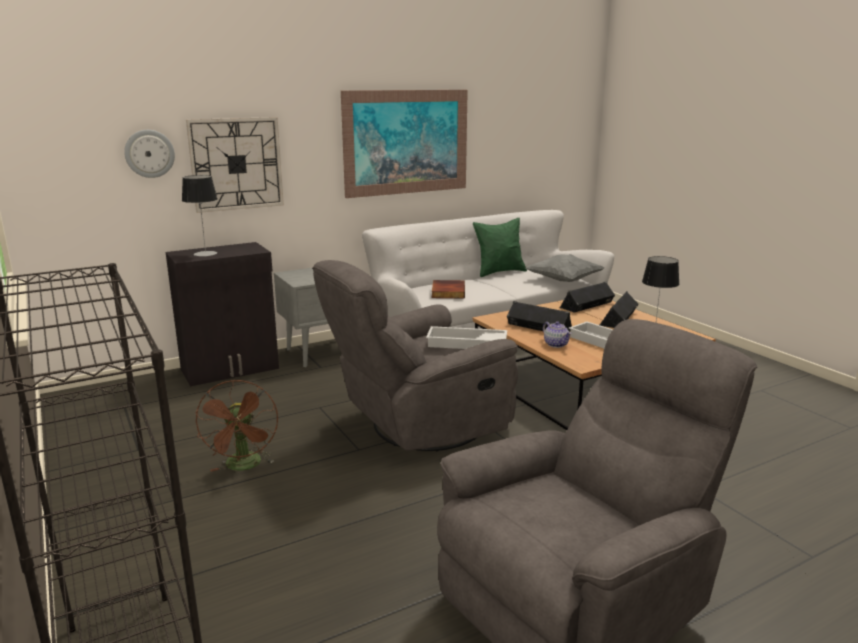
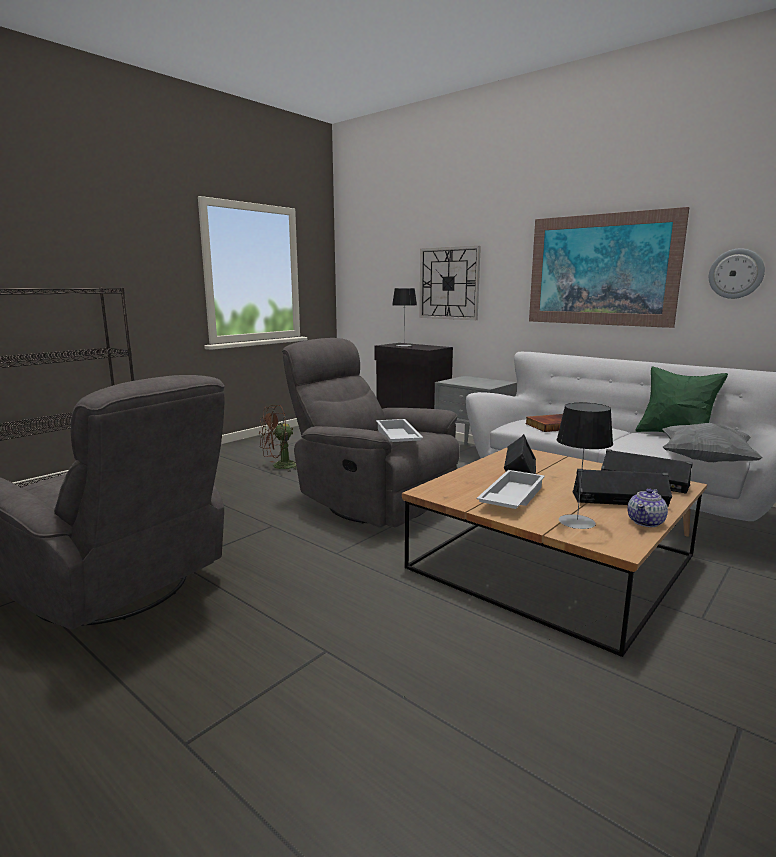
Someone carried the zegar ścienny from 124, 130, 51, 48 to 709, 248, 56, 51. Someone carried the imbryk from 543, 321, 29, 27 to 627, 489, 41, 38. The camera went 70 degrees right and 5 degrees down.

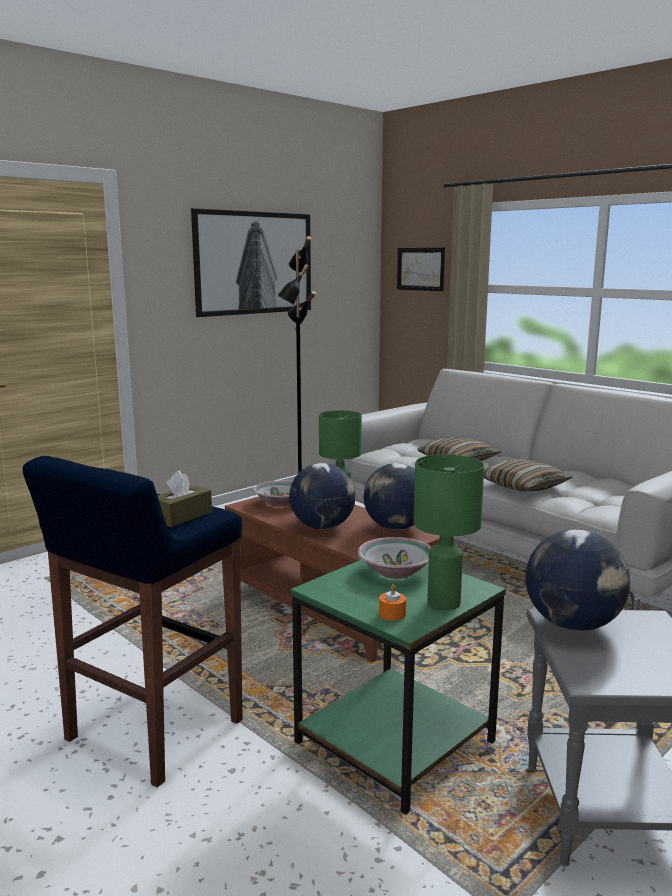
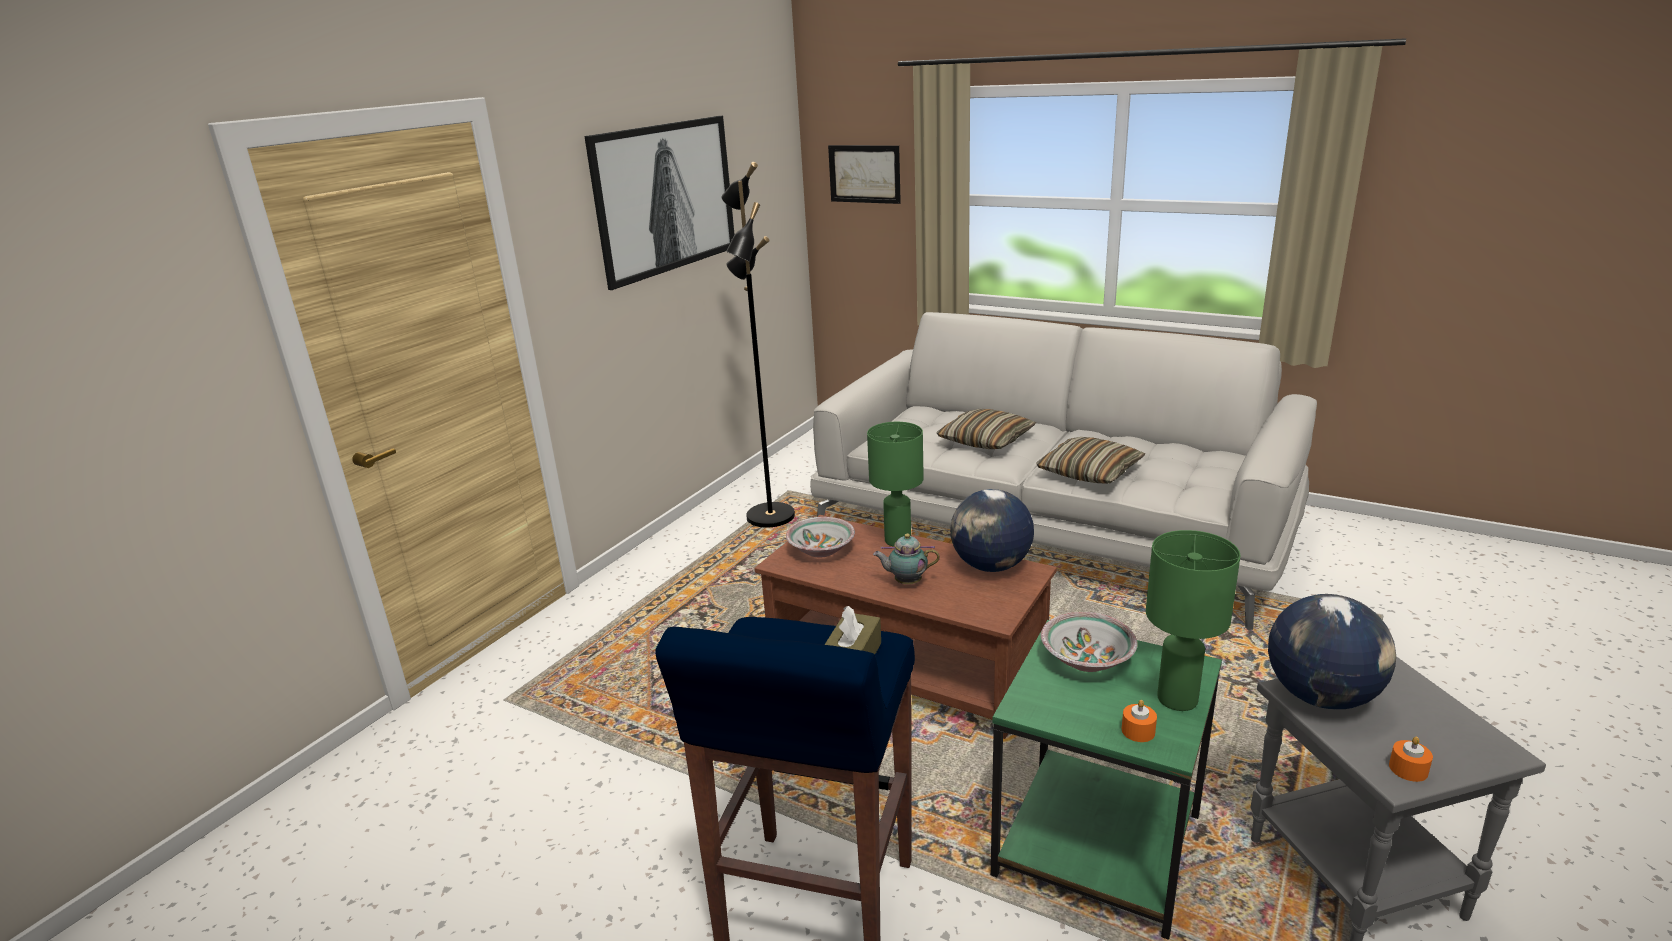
Someone swapped the globus at 289, 463, 67, 66 for the imbryk at 873, 534, 67, 50. Someone put down the świeca/pomarańczowy at 1389, 737, 44, 45. The camera went 15 degrees left and 10 degrees up.

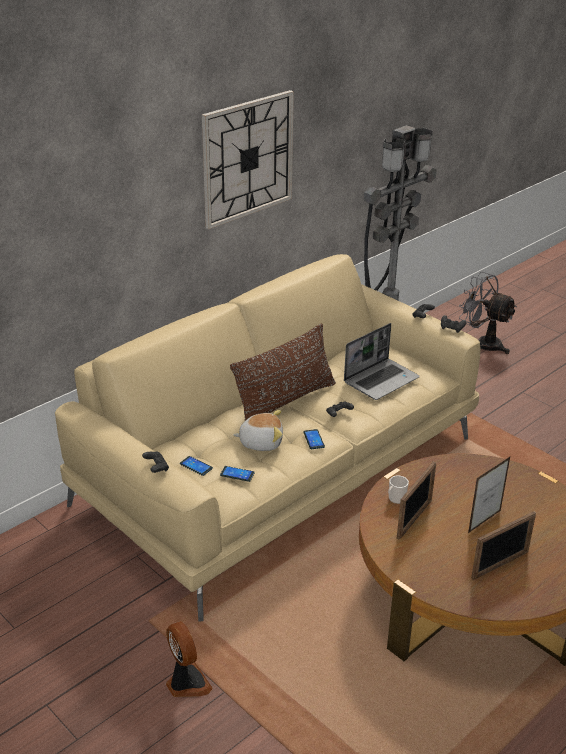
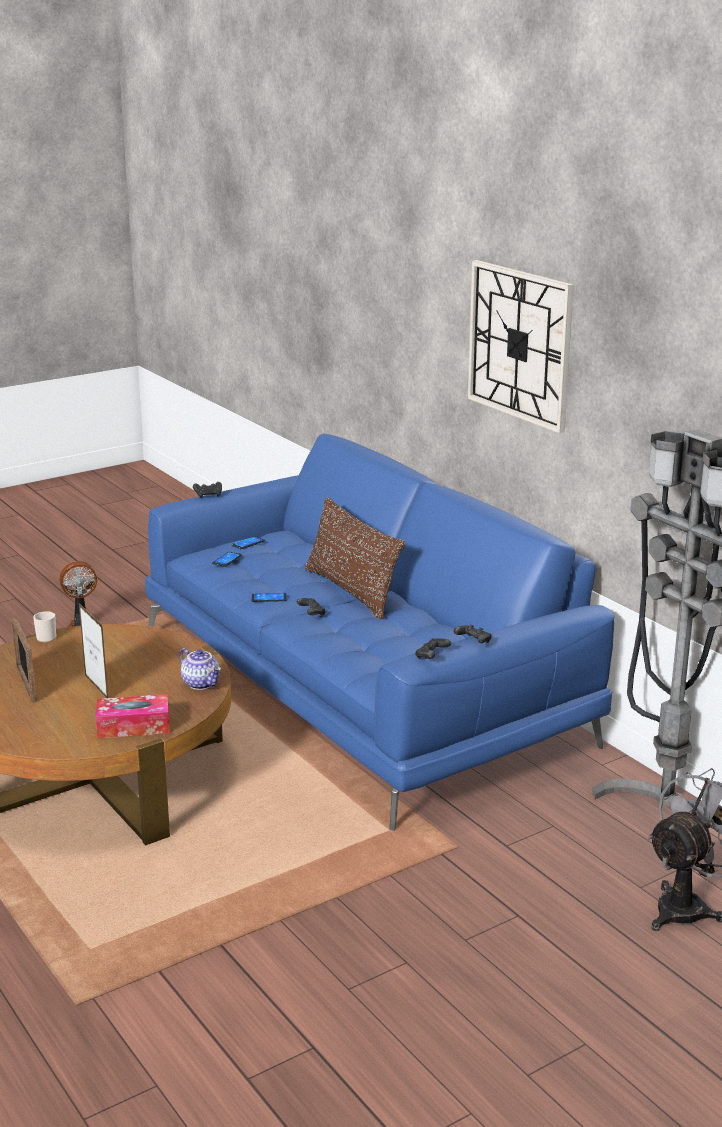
Someone repainted the kanapa/beżowy at 55, 254, 425, 368, which became the kanapa/niebieski at 145, 434, 469, 397. Someone took away the laptop at 344, 323, 76, 77. Someone took away the pluszak at 233, 410, 50, 41. Someone took away the ramka na zdjęcie at 397, 462, 39, 77. Someone carried the kubek from 388, 475, 21, 29 to 33, 611, 23, 31. Someone put down the imbryk at 179, 648, 42, 42. Someone put down the pudełko chusteczek at 96, 694, 74, 44. The camera went 100 degrees right and 10 degrees down.

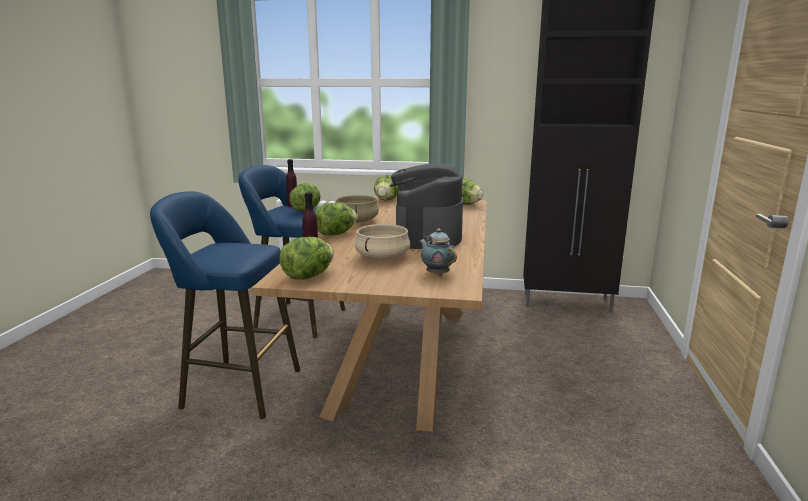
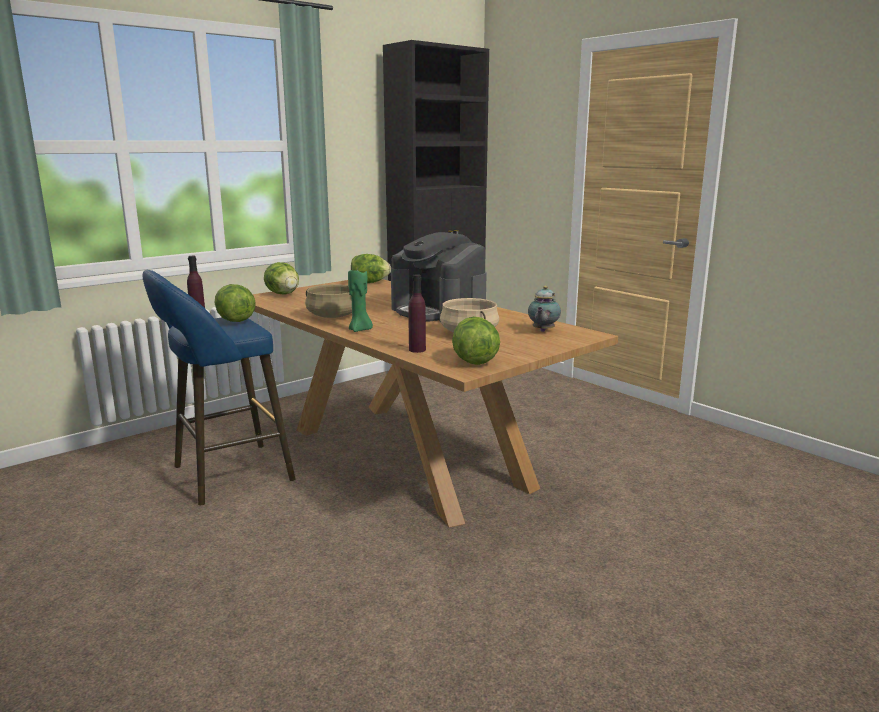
Someone took away the stołek/niebieski at 150, 191, 150, 228. Someone swapped the sałata at 315, 203, 43, 33 for the świeca/zielony at 348, 267, 25, 65. Someone rotated the imbryk at 419, 228, 38, 48 by 75 degrees counterclockwise. The camera went 50 degrees left and 0 degrees up.

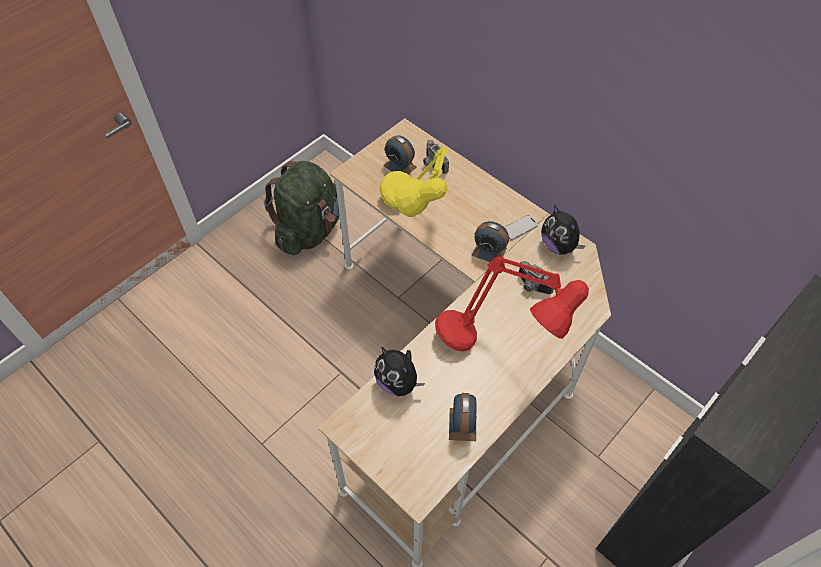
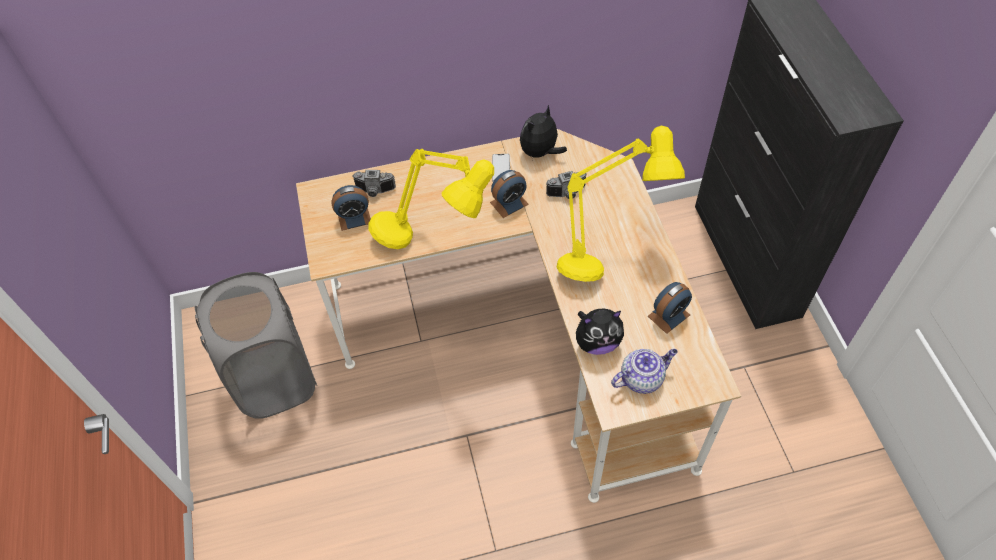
Someone swapped the plecak/zielony at 264, 161, 75, 94 for the kosz na pranie/szary at 195, 272, 122, 147. Someone rotated the pluszak at 541, 205, 44, 50 by 135 degrees clockwise. Someone repainted the lampa stołowa/czerwony at 435, 256, 154, 95, which became the lampa stołowa/żółty at 556, 125, 129, 157. Someone rotated the budzik at 449, 393, 27, 48 by 105 degrees clockwise. Someone put down the imbryk at 611, 349, 67, 45. The camera went 55 degrees left and 0 degrees up.

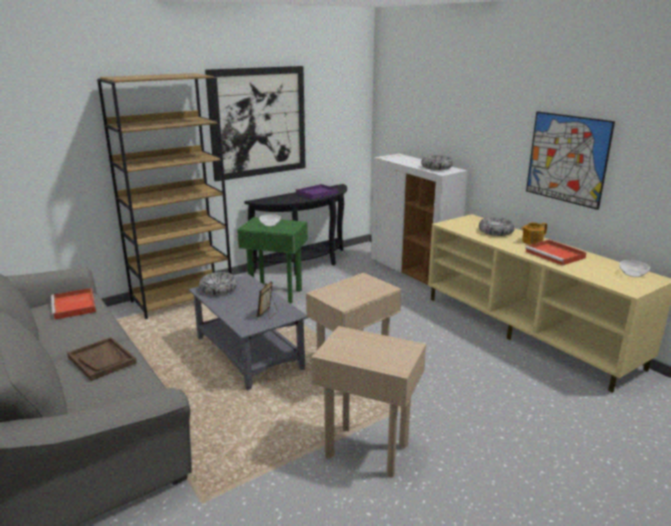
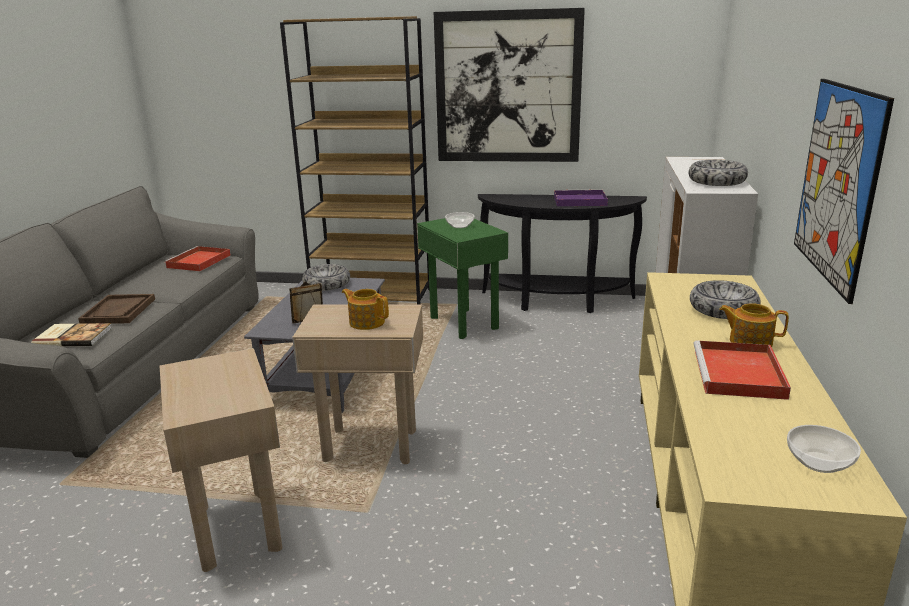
Someone put down the imbryk at 342, 289, 47, 41. Someone put down the książka at 31, 323, 81, 23. The camera went 45 degrees right and 0 degrees up.

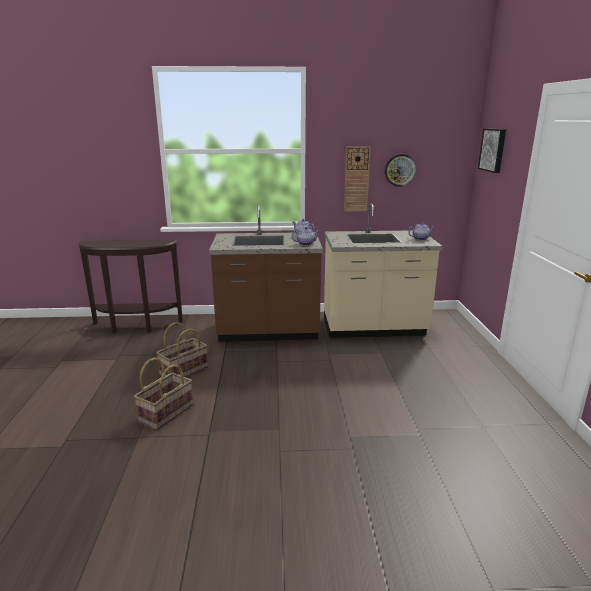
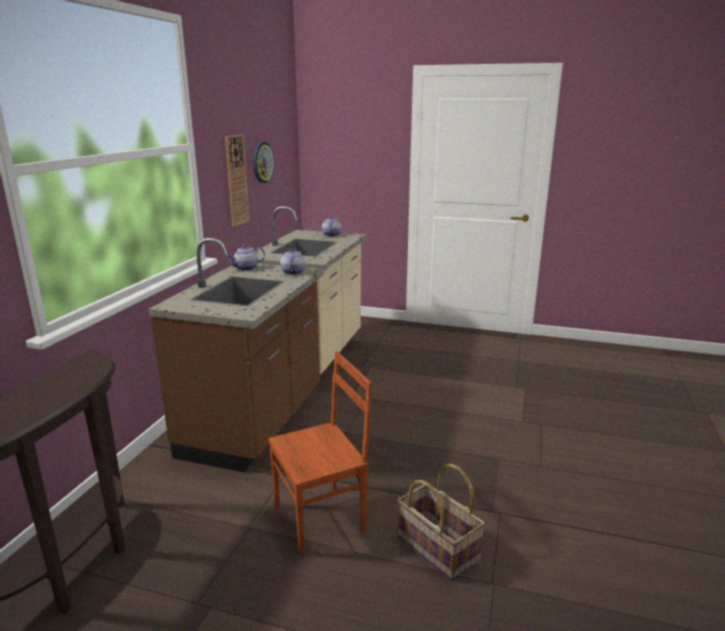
Someone took away the obraz at 478, 128, 28, 45. Someone swapped the koszyk at 156, 322, 52, 55 for the krzesło/brązowy at 268, 351, 104, 204. The camera went 70 degrees left and 0 degrees up.

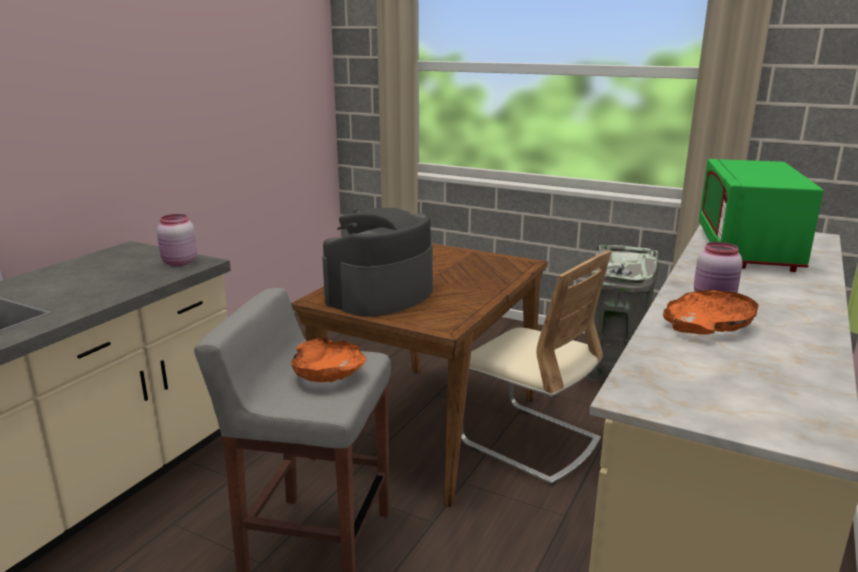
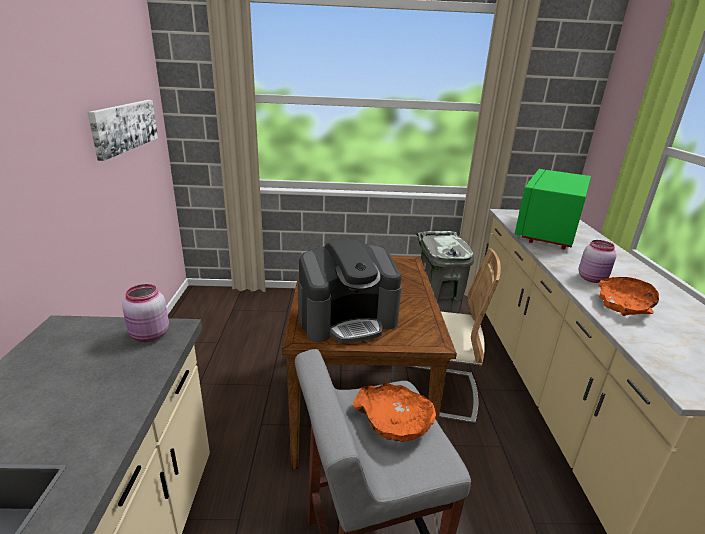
Someone rotated the mikrofalówka/zielony at 699, 159, 124, 113 by 45 degrees clockwise. Someone rotated the ekspres do kawy at 322, 208, 111, 109 by 120 degrees counterclockwise. Someone put up the obraz at 87, 100, 71, 61. The camera went 30 degrees left and 5 degrees up.

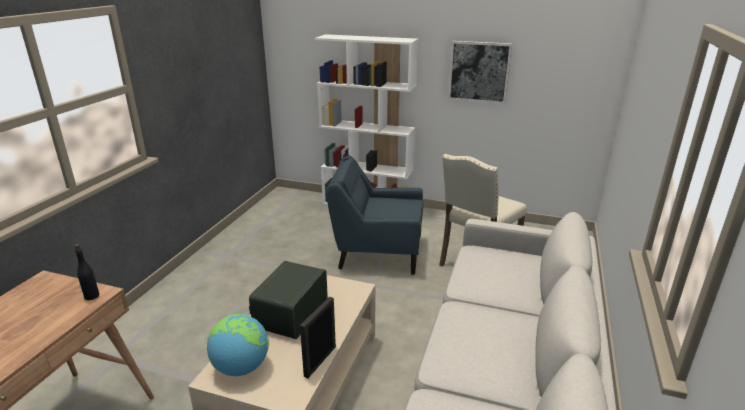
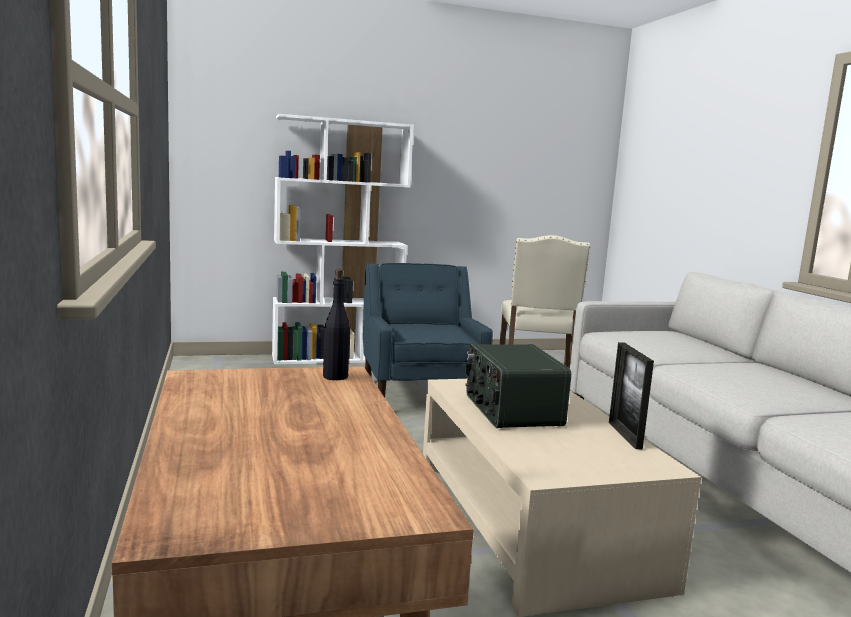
Someone took away the obraz at 448, 41, 64, 63. Someone rotated the fotel/niebieski at 326, 155, 97, 120 by 105 degrees clockwise. Someone took away the globus at 207, 314, 62, 62. The camera went 35 degrees left and 15 degrees down.

